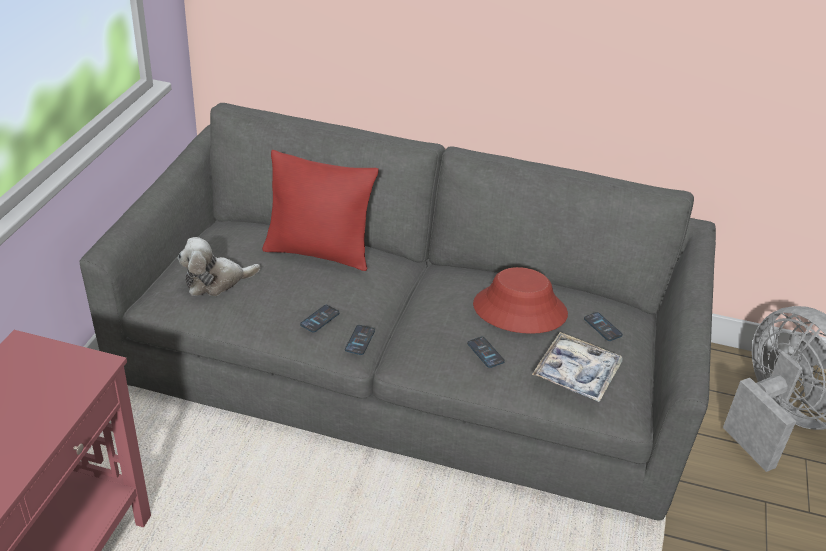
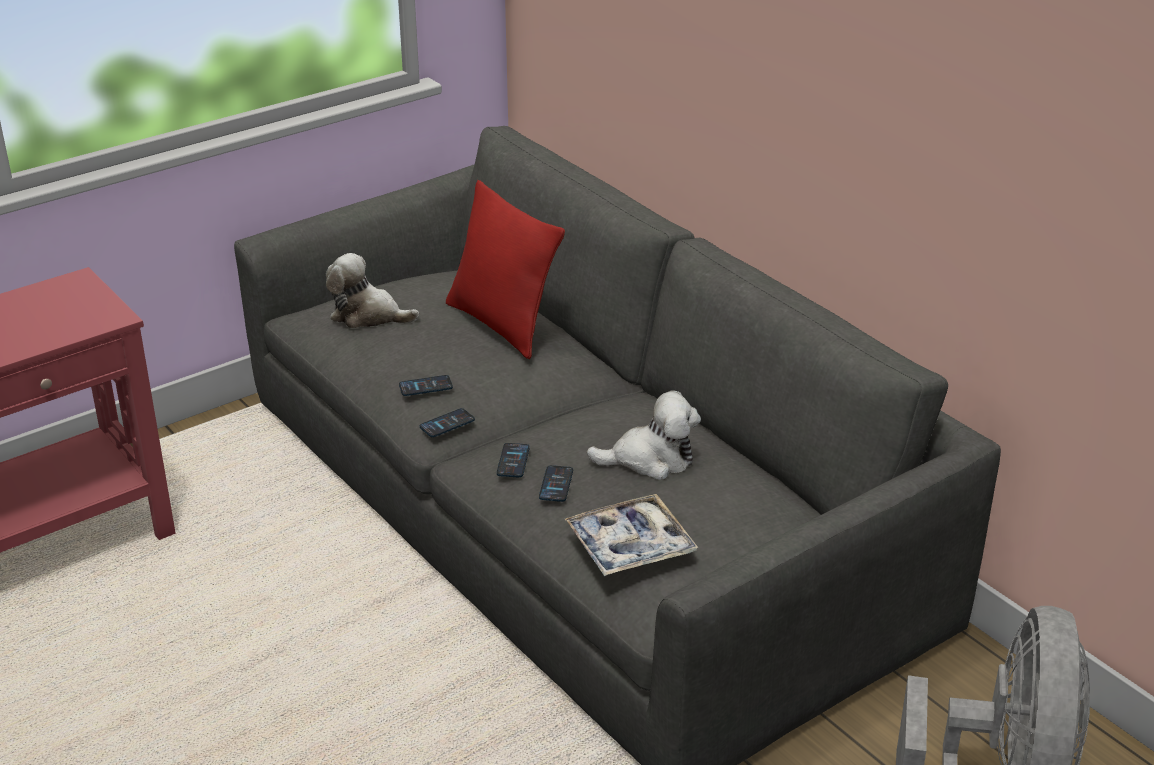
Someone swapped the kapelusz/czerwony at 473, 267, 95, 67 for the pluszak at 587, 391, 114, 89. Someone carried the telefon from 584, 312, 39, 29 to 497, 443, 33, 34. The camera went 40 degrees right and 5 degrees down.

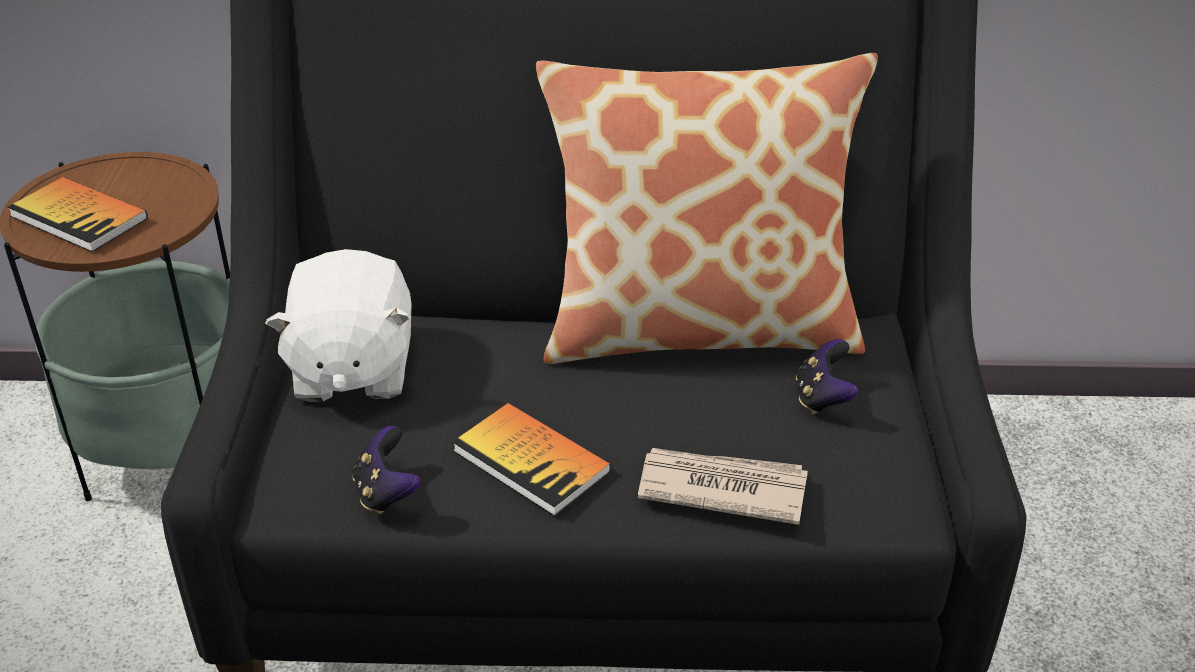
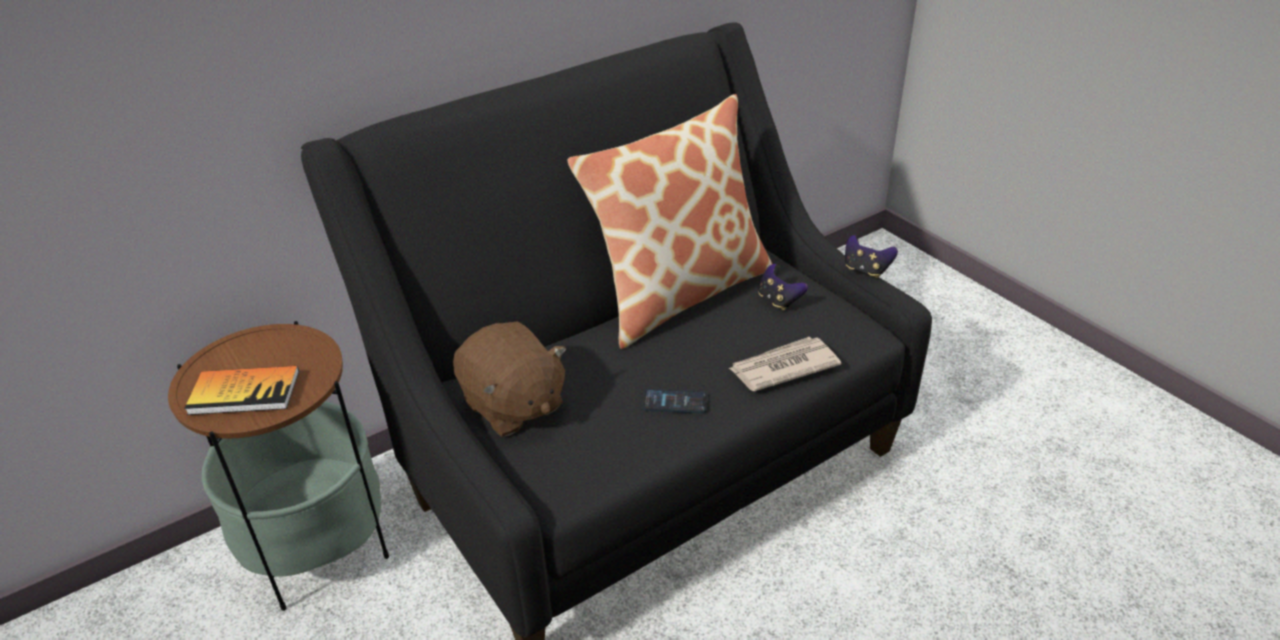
Someone repainted the pluszak/biały at 265, 249, 146, 153, which became the pluszak/brązowy at 453, 321, 113, 116. Someone swapped the książka at 452, 403, 159, 113 for the telefon at 643, 389, 64, 24. Someone carried the pad do gier from 353, 426, 67, 88 to 845, 235, 53, 43. The camera went 35 degrees left and 0 degrees up.

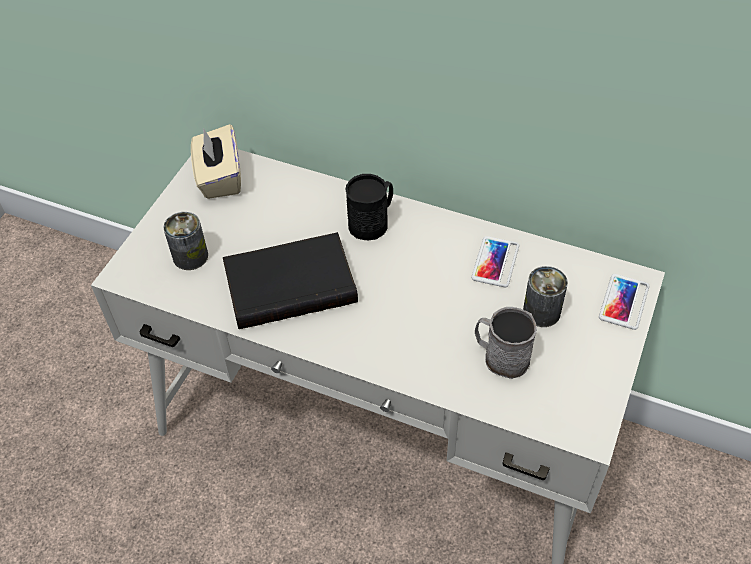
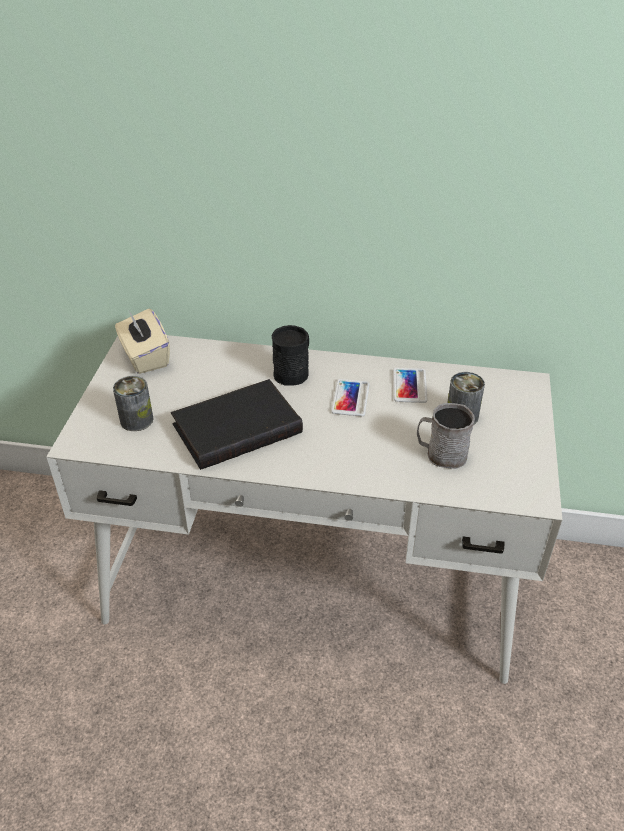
Someone carried the telefon from 599, 274, 50, 56 to 331, 379, 39, 37. The camera went 15 degrees left and 10 degrees down.

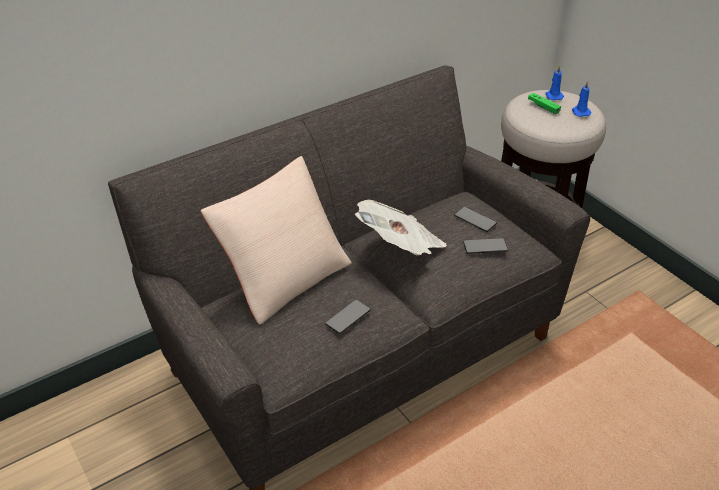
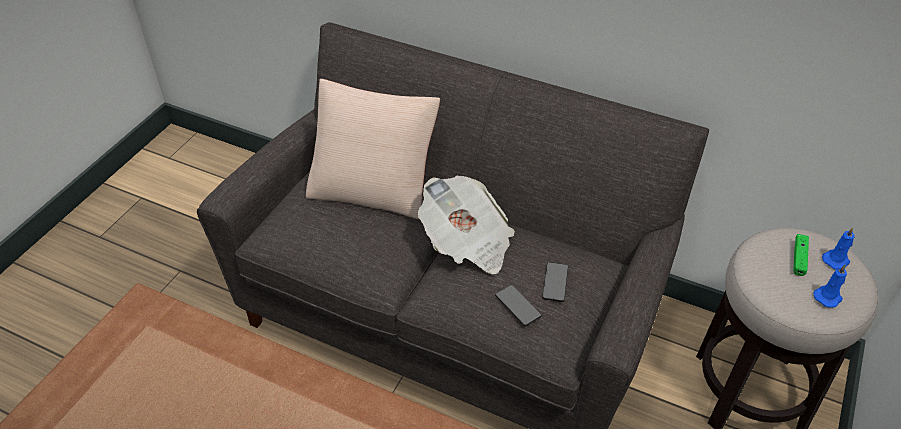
Someone took away the telefon at 325, 299, 46, 35. The camera went 60 degrees right and 5 degrees up.

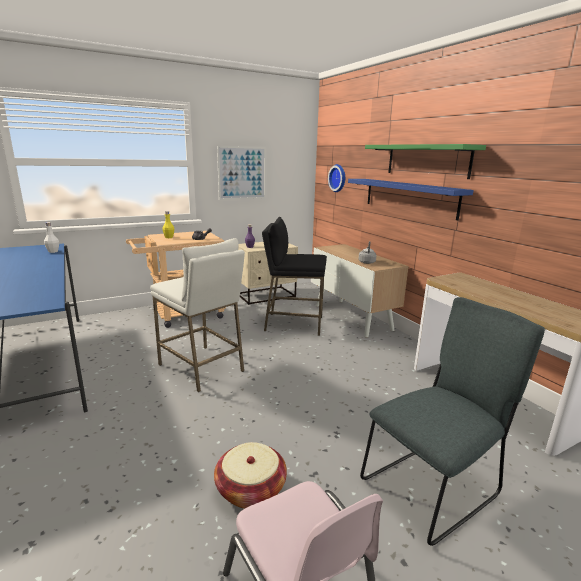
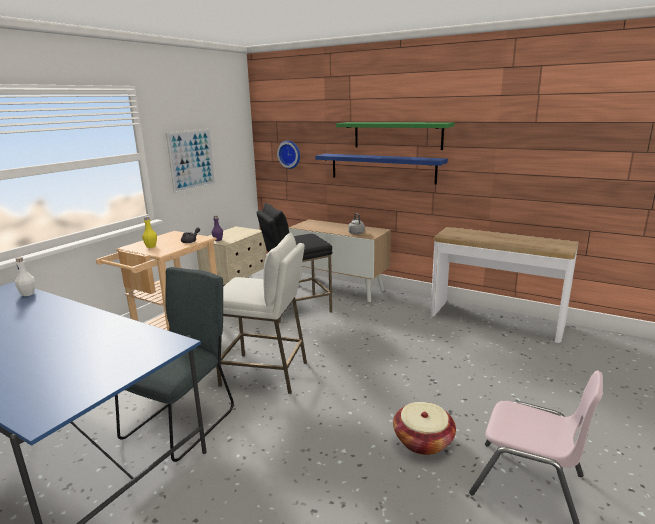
Someone carried the krzesło/szary from 360, 297, 185, 249 to 115, 267, 119, 195. The camera went 30 degrees left and 0 degrees up.

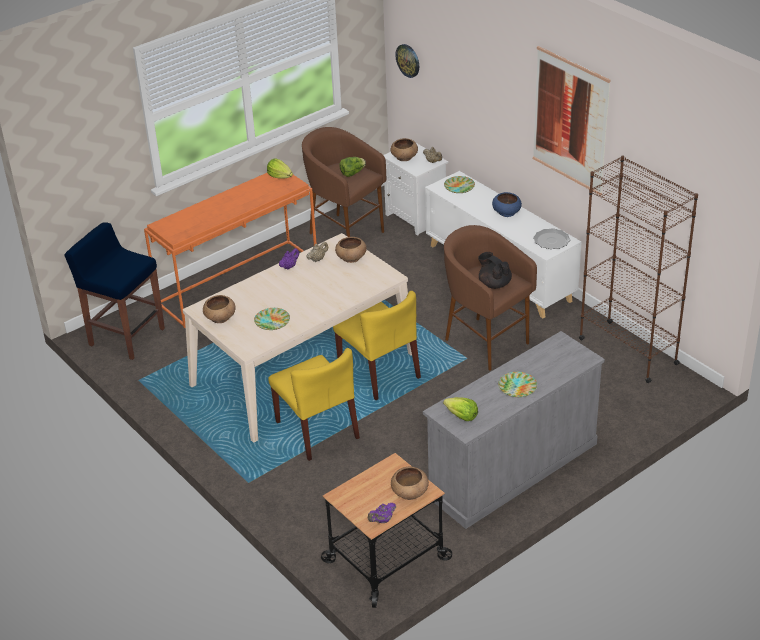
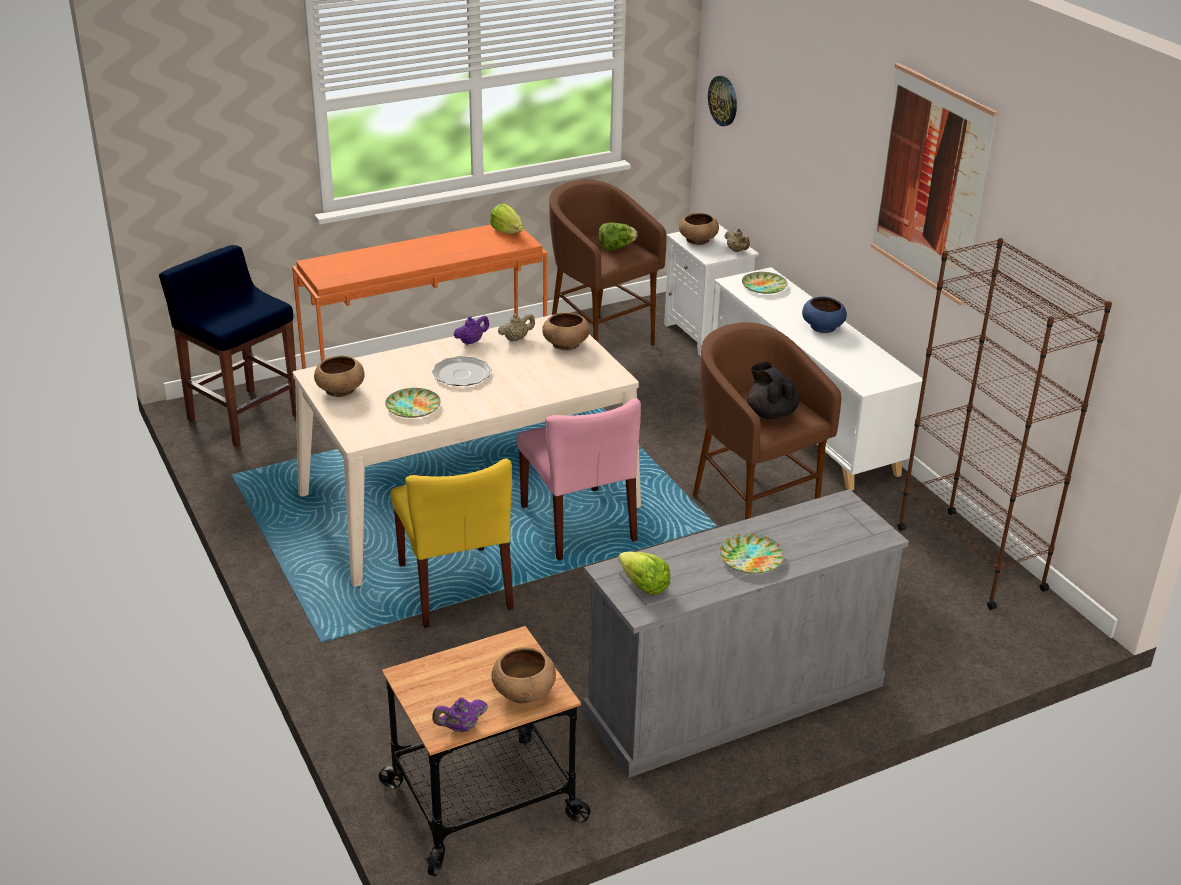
Someone carried the talerz from 533, 228, 37, 21 to 432, 356, 60, 30. Someone repainted the krzesło/żółty at 333, 291, 88, 109, which became the krzesło/różowy at 517, 398, 124, 162. The camera went 10 degrees right and 5 degrees down.

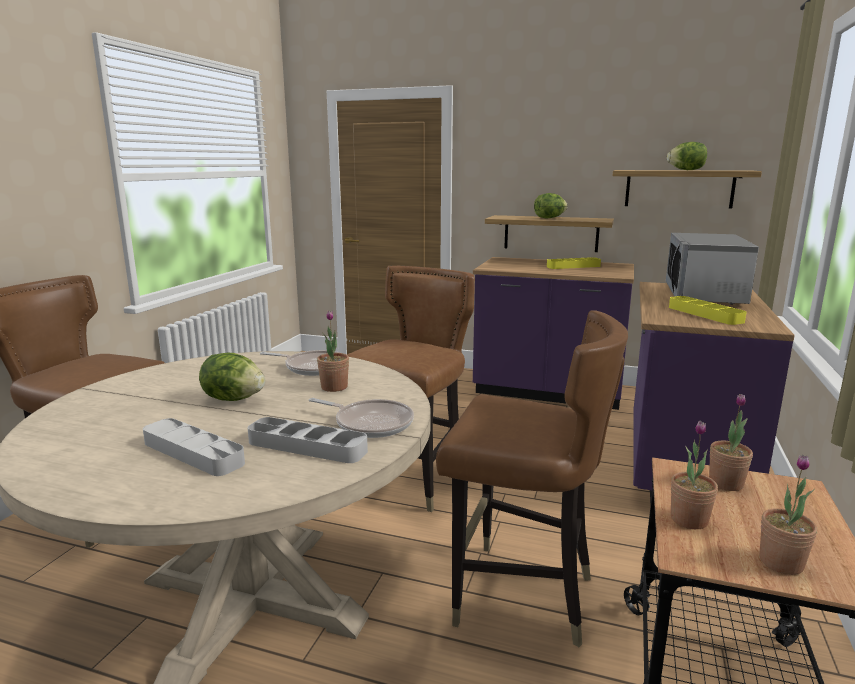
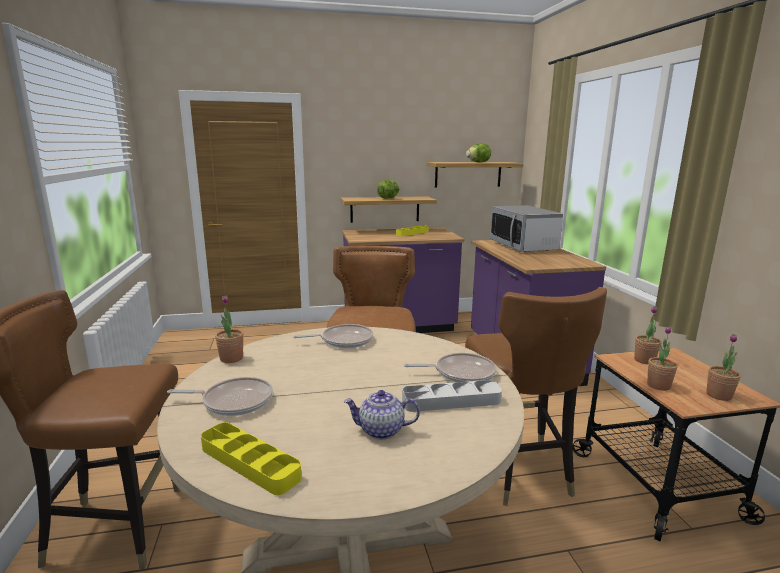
Someone carried the taca/żółty from 669, 296, 77, 29 to 201, 423, 101, 72. Someone rotated the krzesło/brązowy at 436, 310, 192, 337 by 90 degrees clockwise. Someone carried the roślina doniczkowa from 317, 311, 32, 81 to 215, 295, 29, 68. Someone took away the sałata at 199, 353, 66, 48. Someone swapped the taca/szary at 143, 418, 102, 58 for the imbryk at 344, 390, 76, 49. Someone put down the patelnia at 167, 377, 106, 39. The camera went 30 degrees left and 0 degrees up.

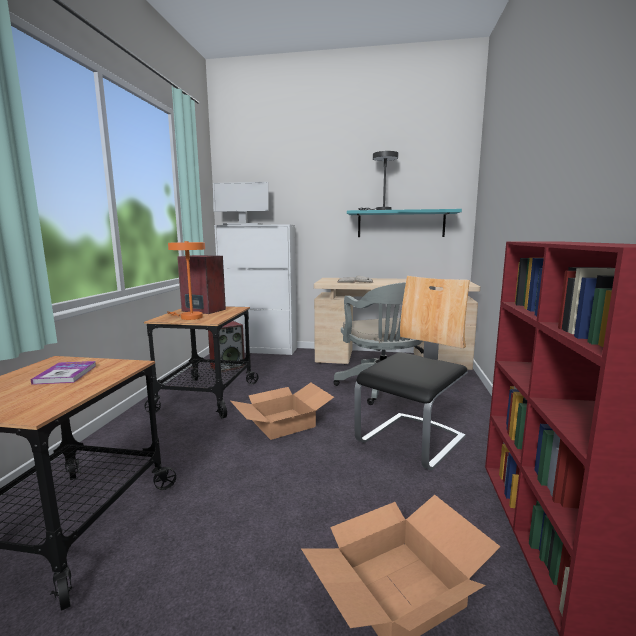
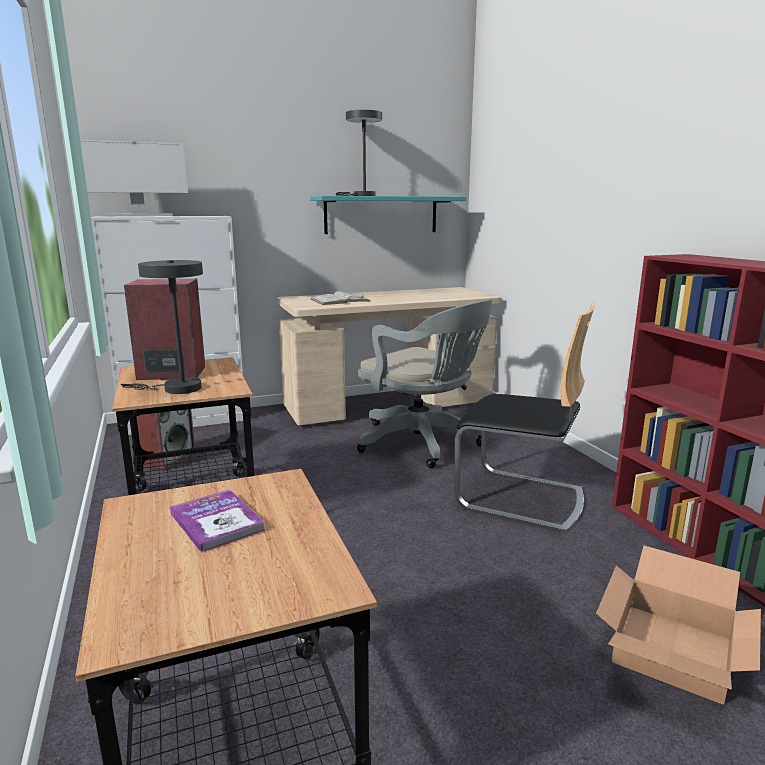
Someone repainted the lampa stołowa/pomarańczowy at 167, 241, 38, 79, which became the lampa stołowa/szary at 121, 260, 82, 134. Someone rotated the krzesło at 354, 276, 116, 194 by 105 degrees clockwise. Someone took away the karton at 231, 383, 103, 57. The camera went 30 degrees left and 5 degrees up.

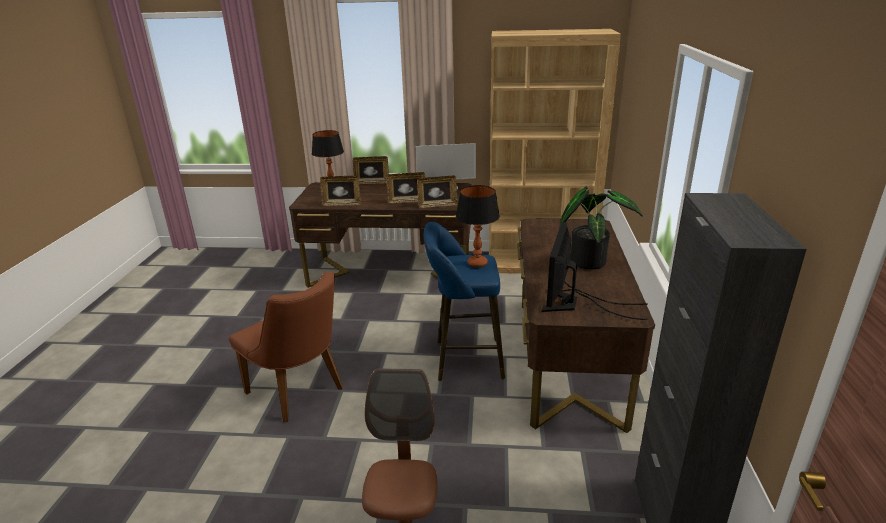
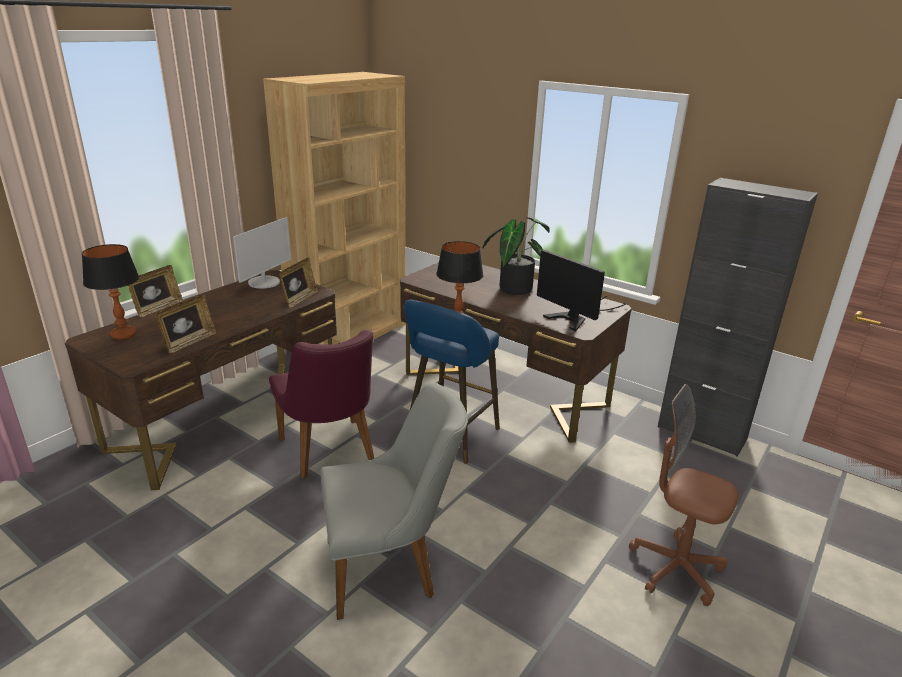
Someone took away the ramka na zdjęcie at 386, 172, 39, 31. Someone repainted the krzesło/brązowy at 229, 272, 114, 150, which became the krzesło/szary at 320, 383, 148, 237. Someone put down the krzesło/fioletowy at 269, 330, 105, 149. The camera went 60 degrees left and 0 degrees up.

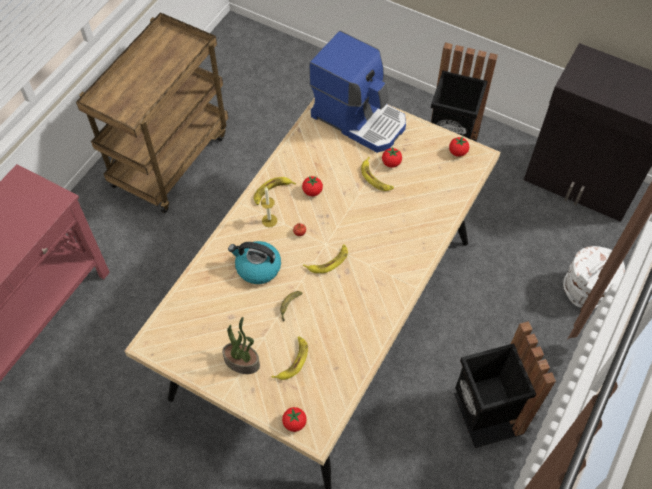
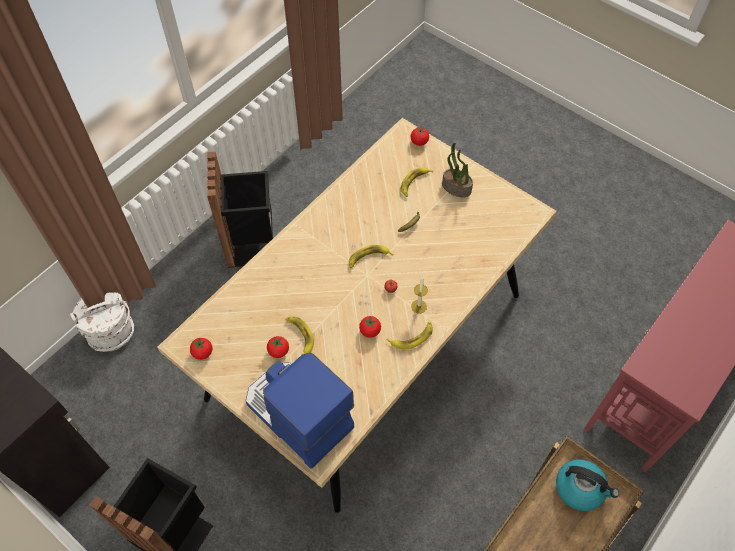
Someone carried the czajnik from 228, 241, 53, 43 to 556, 459, 63, 52. The camera went 170 degrees left and 0 degrees up.

